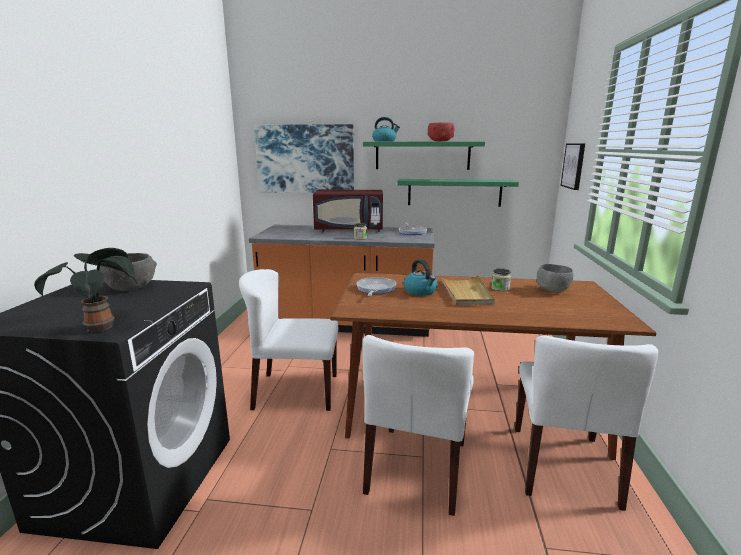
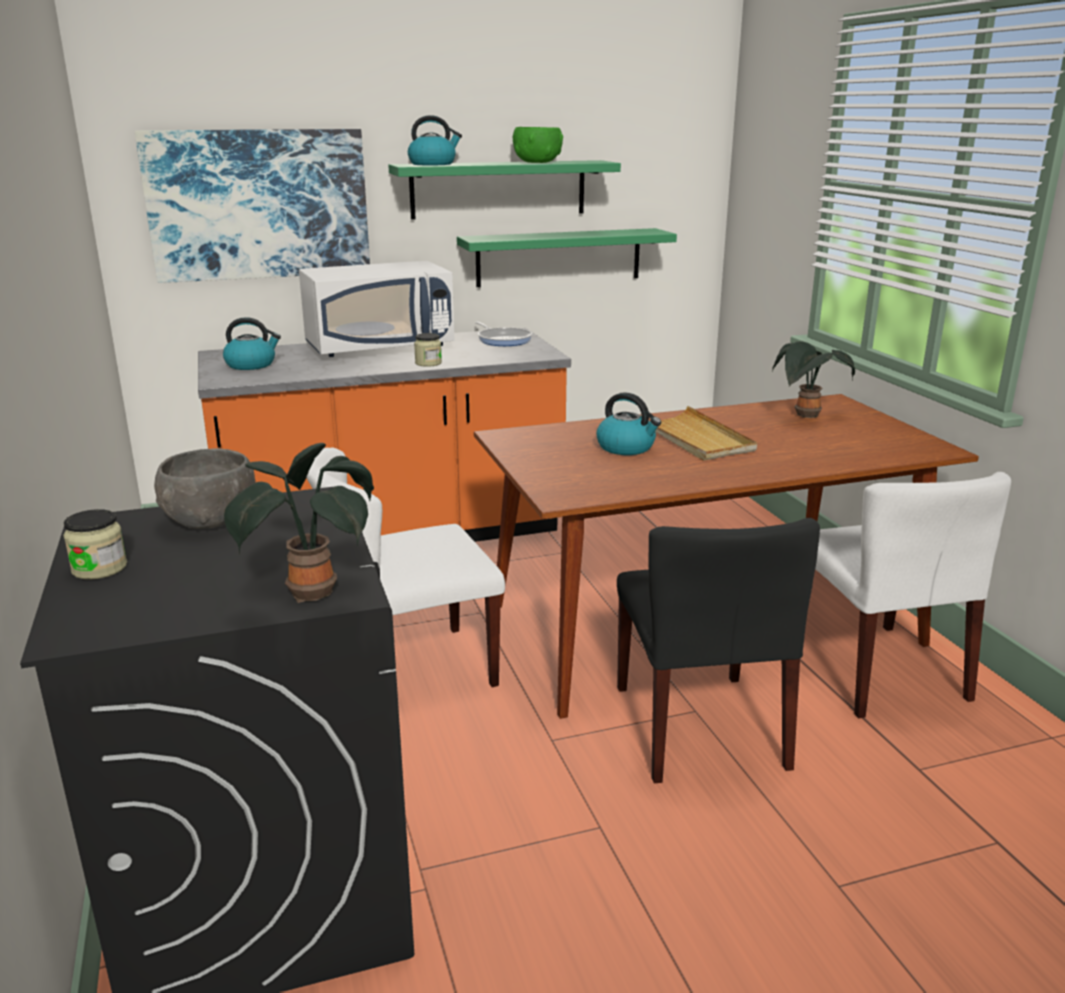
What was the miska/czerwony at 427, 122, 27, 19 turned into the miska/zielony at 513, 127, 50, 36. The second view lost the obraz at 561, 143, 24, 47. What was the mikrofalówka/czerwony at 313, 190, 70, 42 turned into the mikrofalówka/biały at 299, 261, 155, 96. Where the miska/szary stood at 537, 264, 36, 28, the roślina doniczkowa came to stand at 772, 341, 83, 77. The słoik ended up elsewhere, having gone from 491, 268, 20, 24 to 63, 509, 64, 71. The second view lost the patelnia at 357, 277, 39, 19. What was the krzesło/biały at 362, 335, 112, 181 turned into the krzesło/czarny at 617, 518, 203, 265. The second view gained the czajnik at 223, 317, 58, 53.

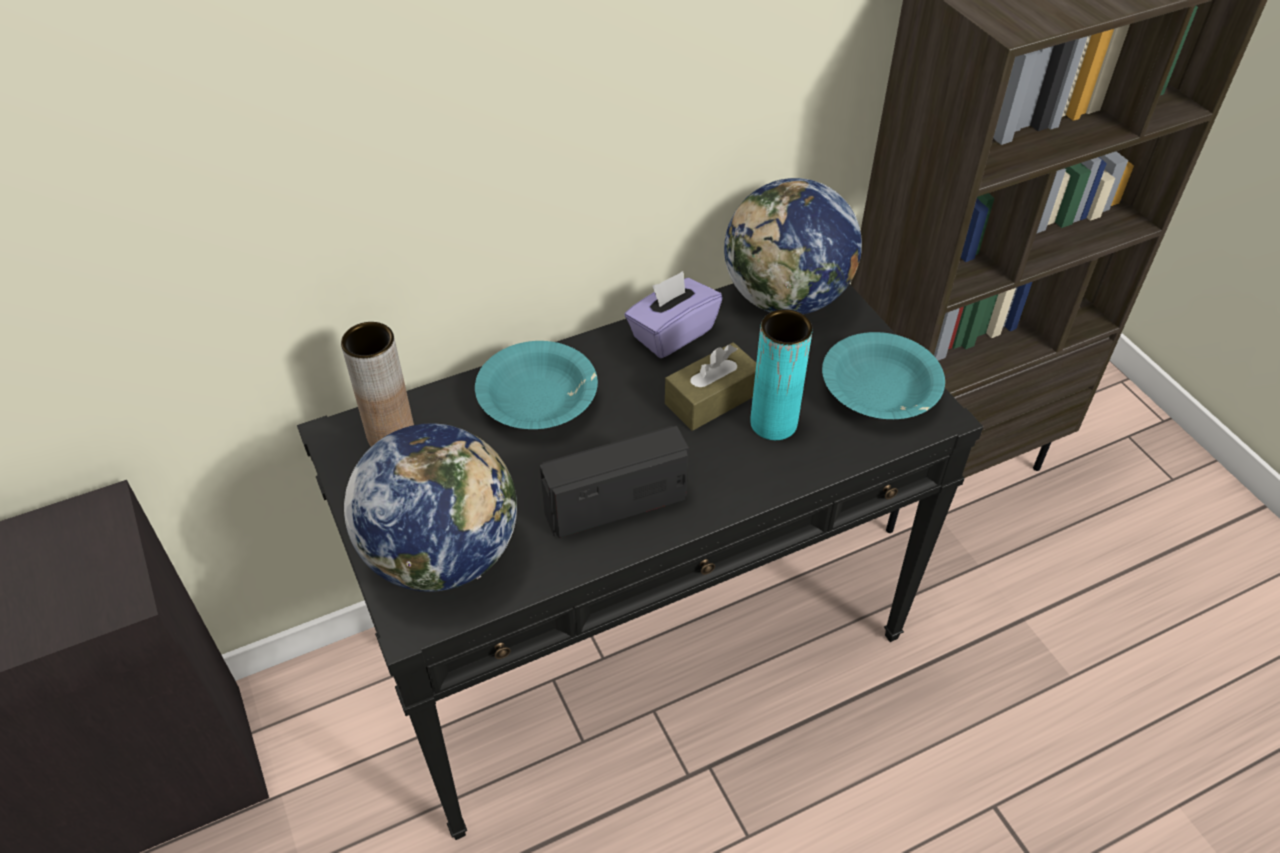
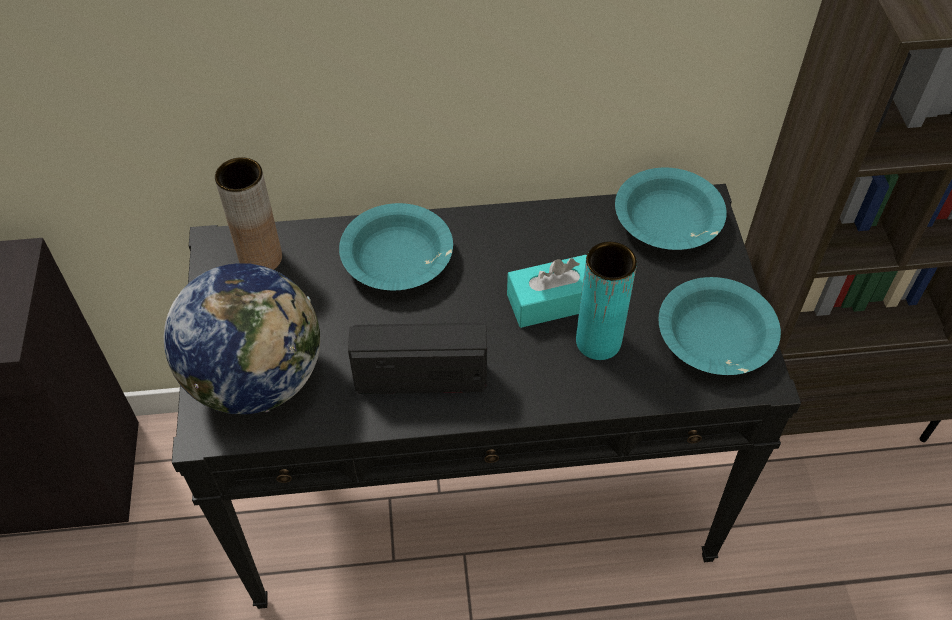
Where the globus stood at 724, 178, 138, 136, the miska/turkusowy came to stand at 615, 168, 112, 82. The second view lost the pudełko chusteczek/fioletowy at 624, 271, 98, 87. What was the pudełko chusteczek/brązowy at 665, 342, 91, 89 turned into the pudełko chusteczek/turkusowy at 507, 255, 80, 73.

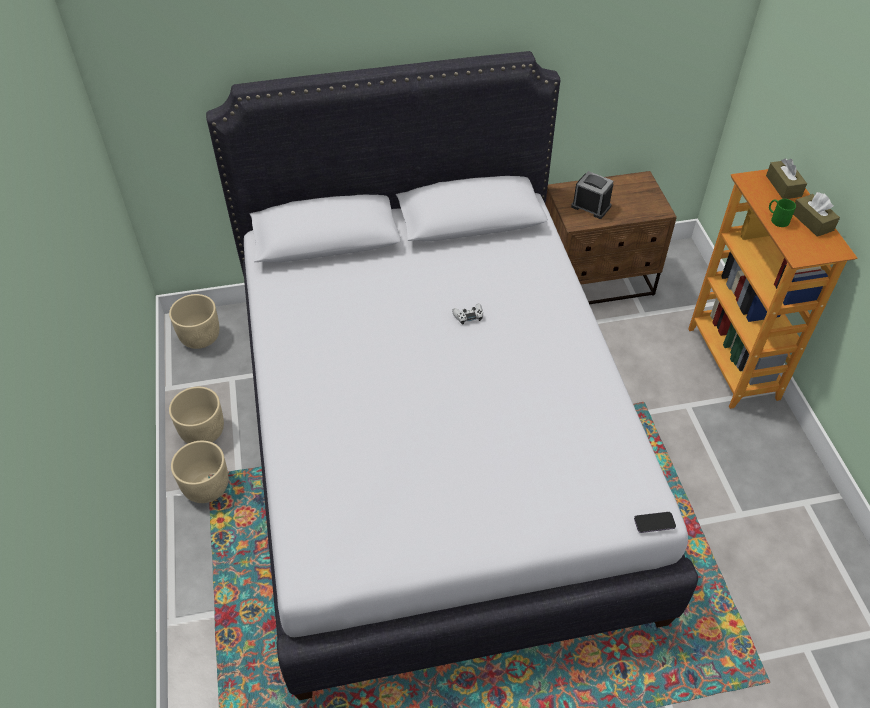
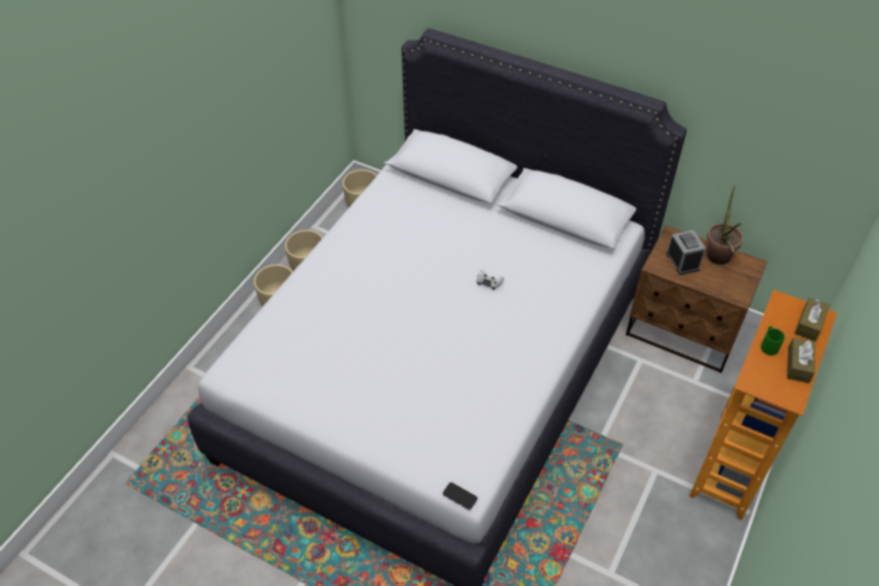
The second view gained the roślina doniczkowa at 707, 185, 36, 80.

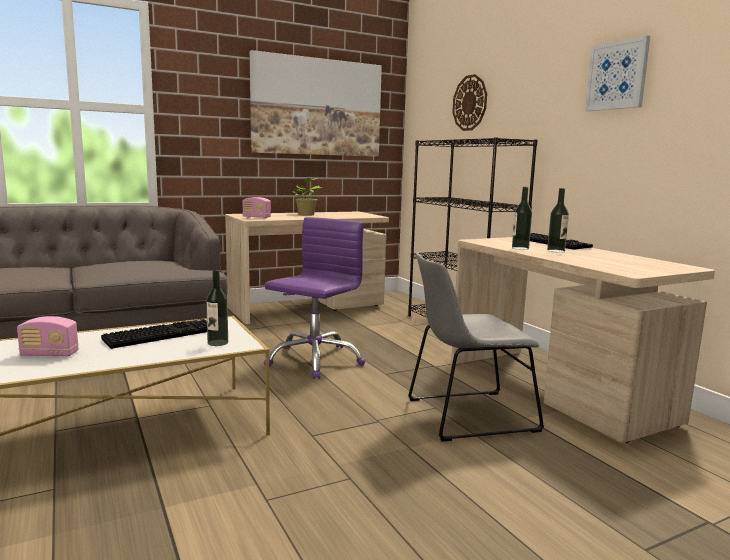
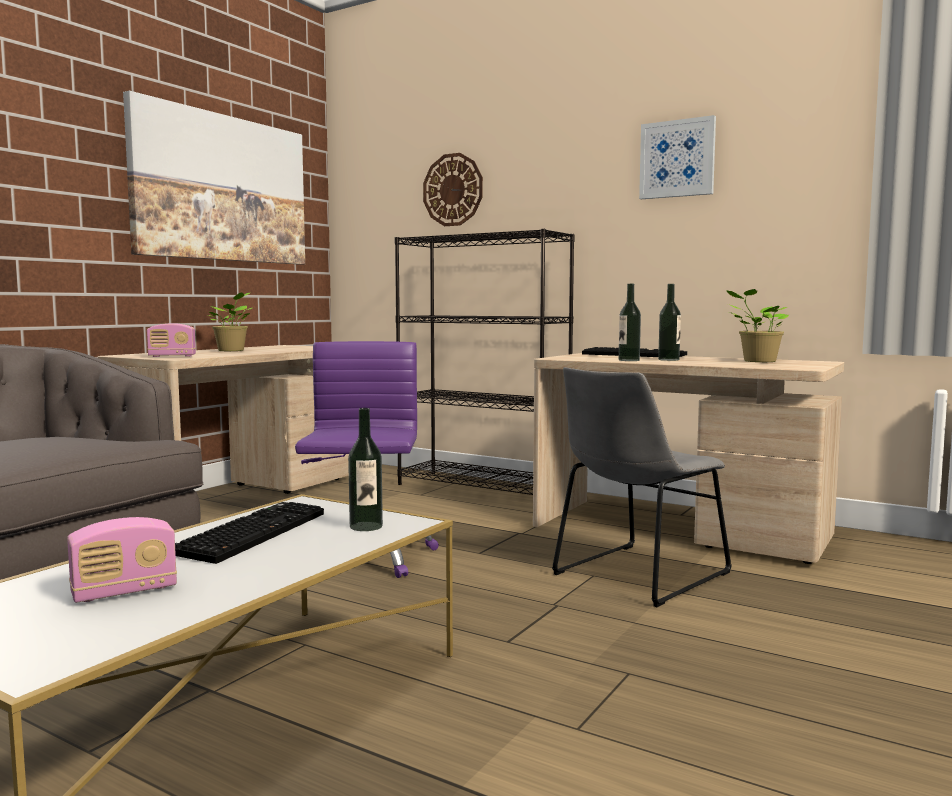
The second view gained the roślina doniczkowa at 726, 289, 63, 73.

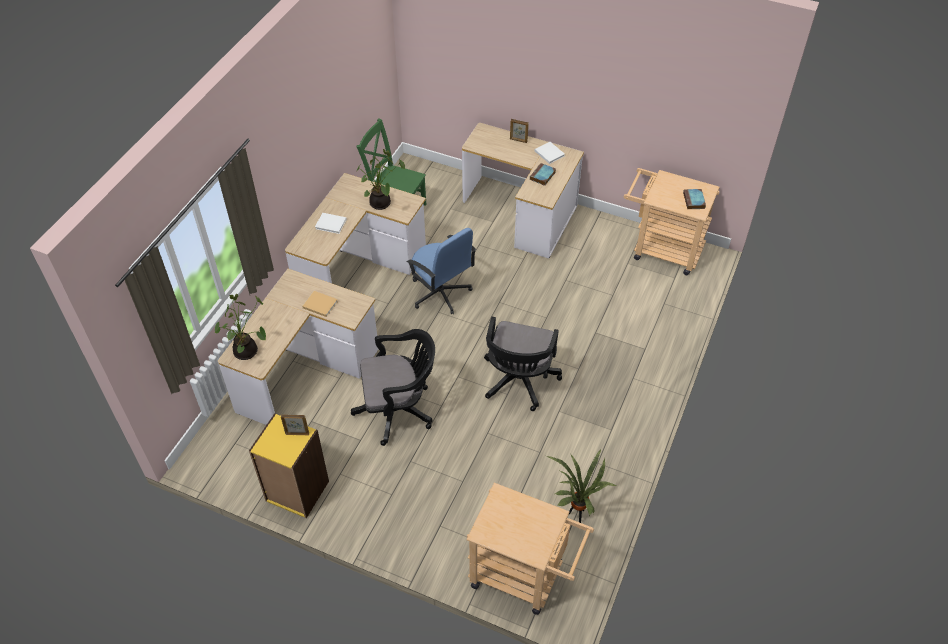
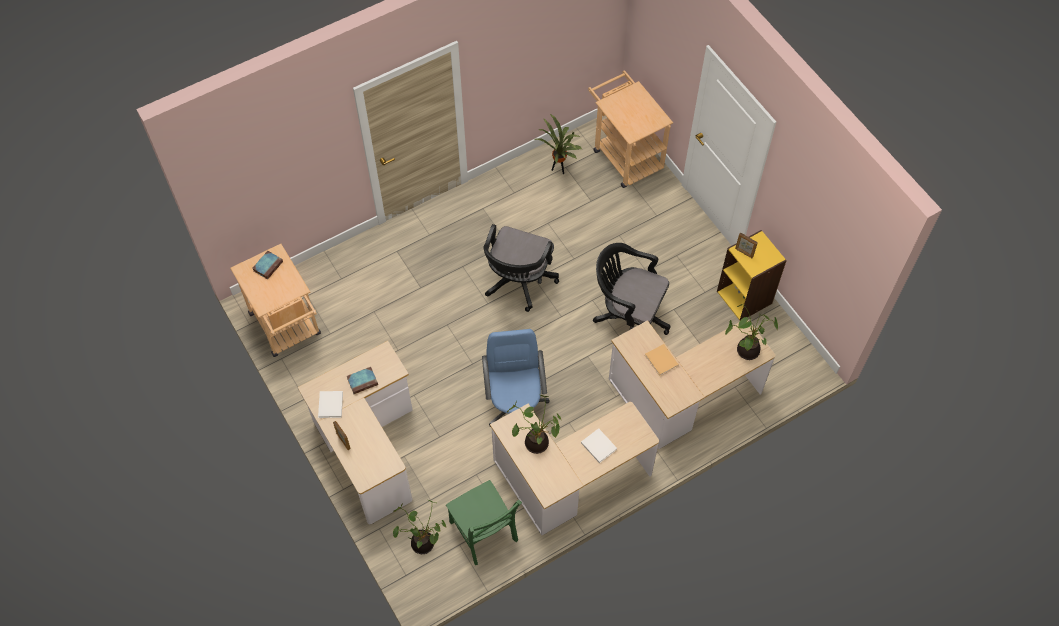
The krzesło biurowe/czarny at 484, 317, 78, 94 ended up facing another way, 150 degrees clockwise from before. The second view gained the roślina doniczkowa at 393, 500, 53, 54.

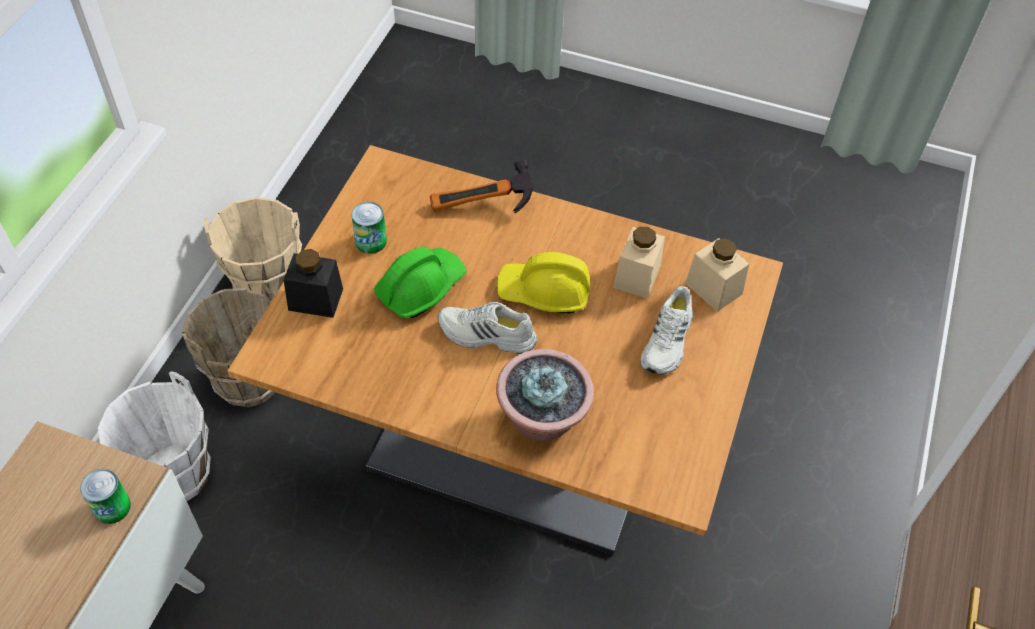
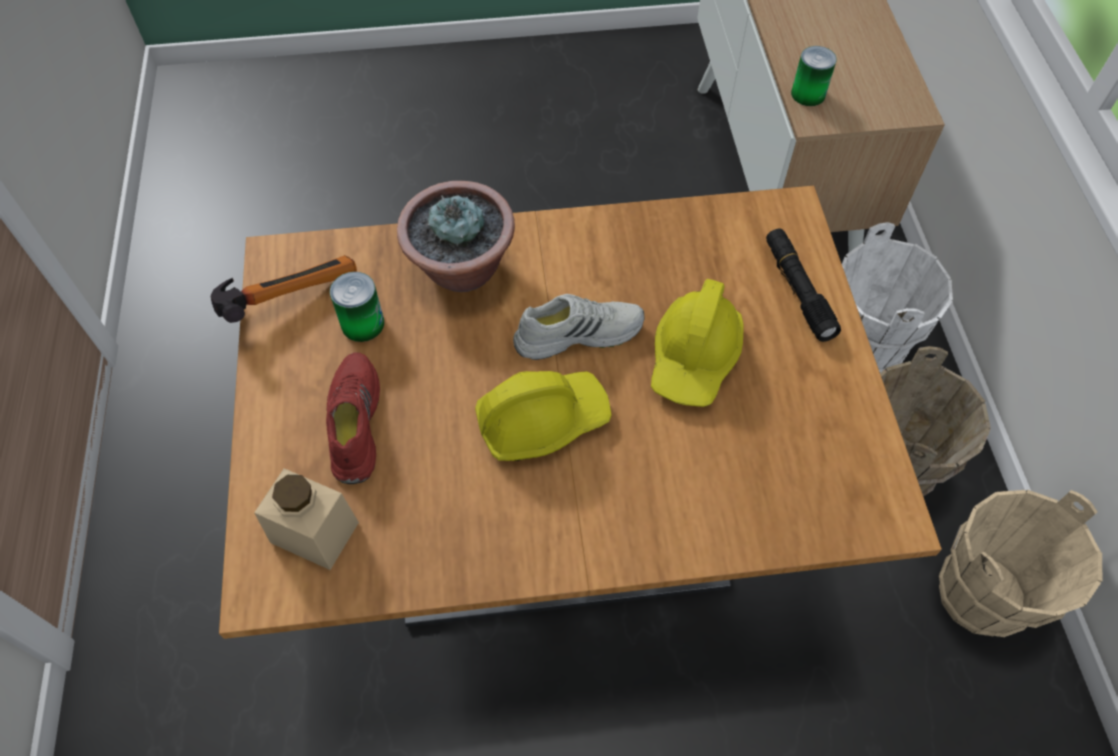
The młotek ended up elsewhere, having gone from 430, 160, 103, 53 to 211, 255, 146, 68. The puszka ended up elsewhere, having gone from 351, 202, 36, 52 to 330, 272, 54, 70. The second view lost the słoik/beżowy at 613, 227, 52, 72. What was the kask/zielony at 374, 247, 92, 71 turned into the kask/żółty at 651, 279, 93, 128. Where the słoik/czarny stood at 284, 249, 59, 69, the latarka/czarny came to stand at 766, 228, 75, 114. What was the but/biały at 641, 286, 52, 89 turned into the but/czerwony at 326, 352, 54, 132.

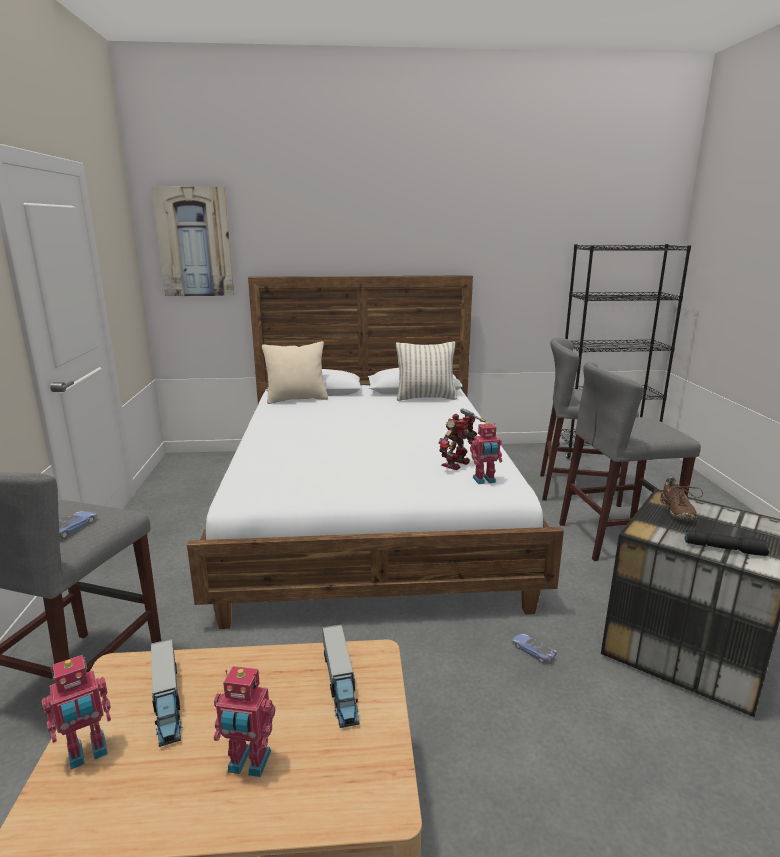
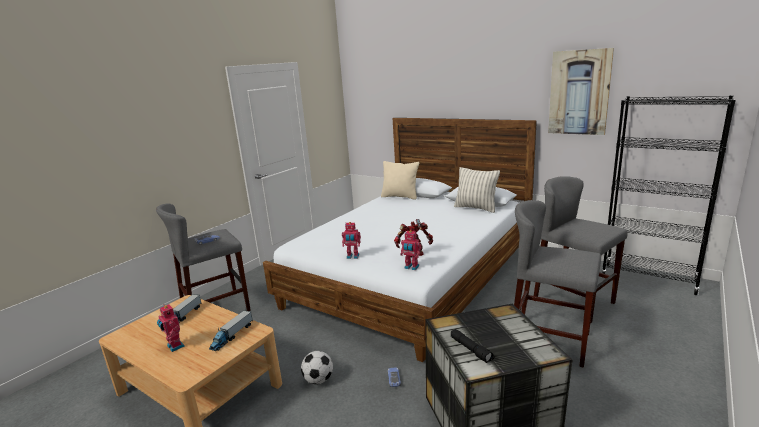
The obraz ended up elsewhere, having gone from 151, 186, 84, 110 to 548, 48, 66, 87. The second view lost the but/brązowy at 656, 477, 47, 44. The robot zabawkowy ended up elsewhere, having gone from 42, 655, 69, 114 to 342, 222, 19, 37. The second view gained the piłka futbolowa at 301, 351, 32, 33.

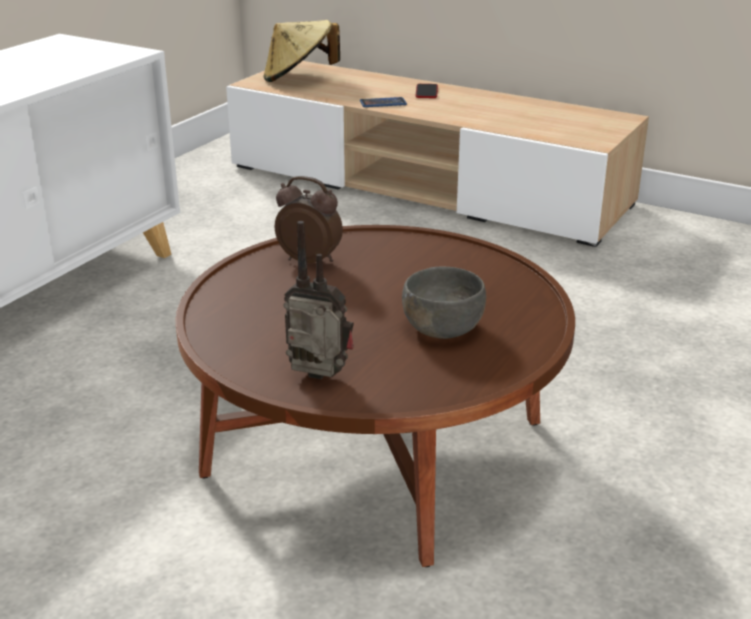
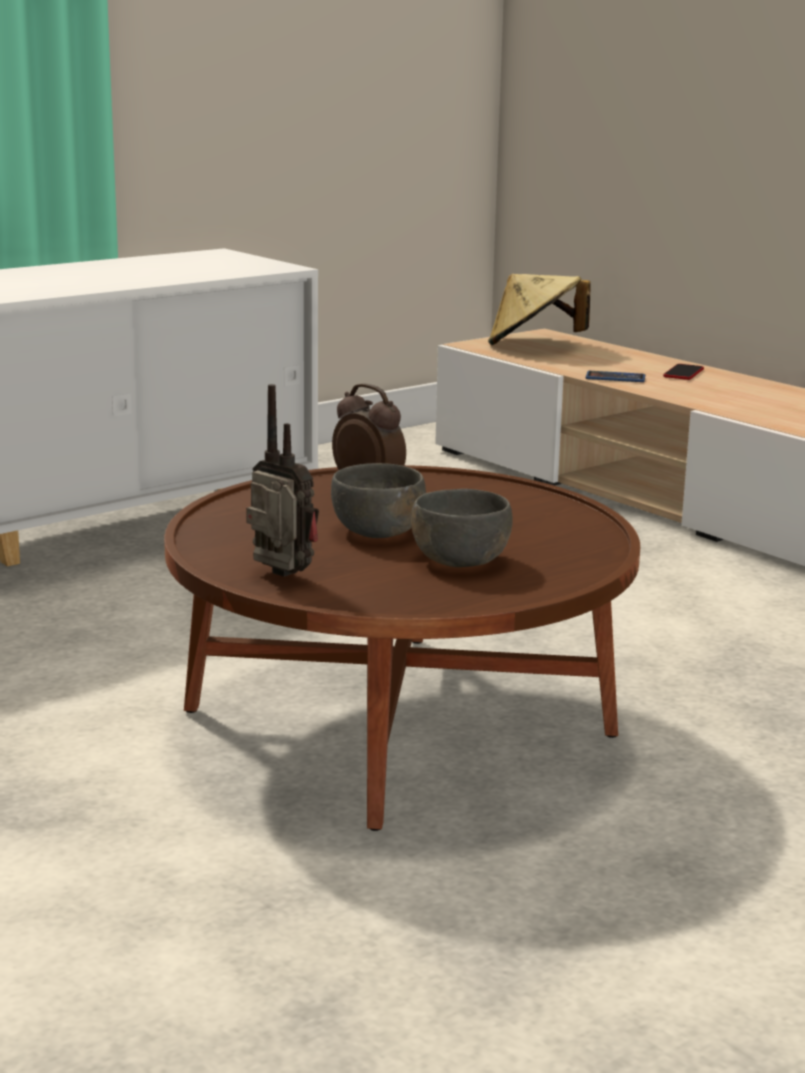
The second view gained the miska/szary at 331, 463, 95, 75.

